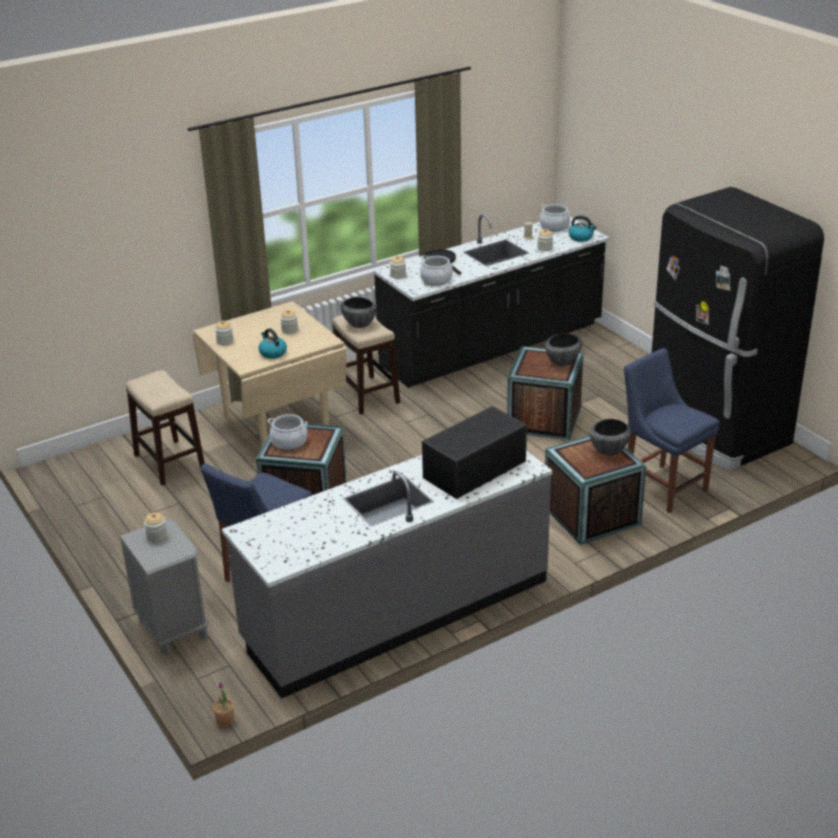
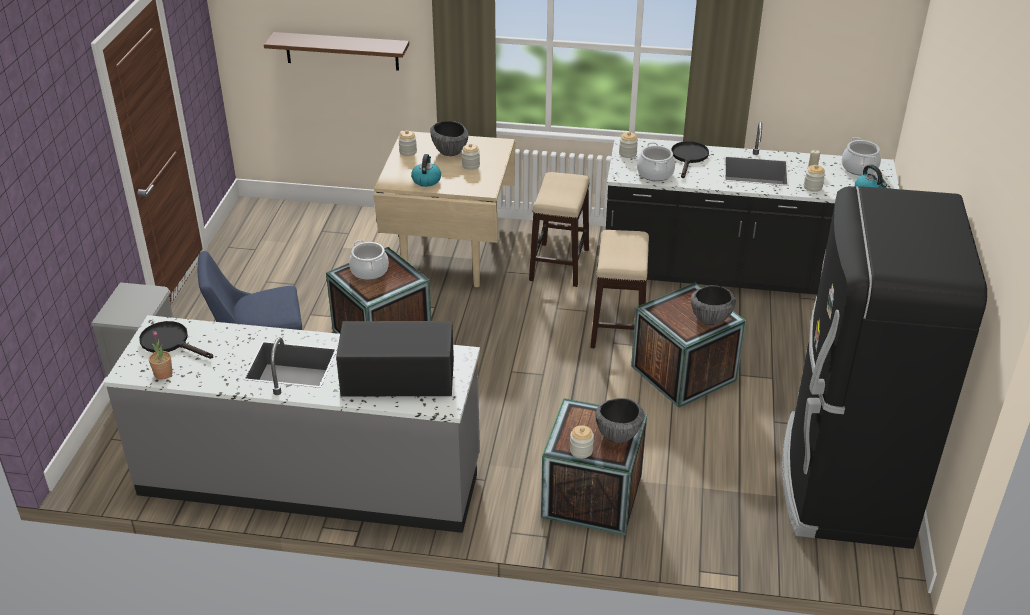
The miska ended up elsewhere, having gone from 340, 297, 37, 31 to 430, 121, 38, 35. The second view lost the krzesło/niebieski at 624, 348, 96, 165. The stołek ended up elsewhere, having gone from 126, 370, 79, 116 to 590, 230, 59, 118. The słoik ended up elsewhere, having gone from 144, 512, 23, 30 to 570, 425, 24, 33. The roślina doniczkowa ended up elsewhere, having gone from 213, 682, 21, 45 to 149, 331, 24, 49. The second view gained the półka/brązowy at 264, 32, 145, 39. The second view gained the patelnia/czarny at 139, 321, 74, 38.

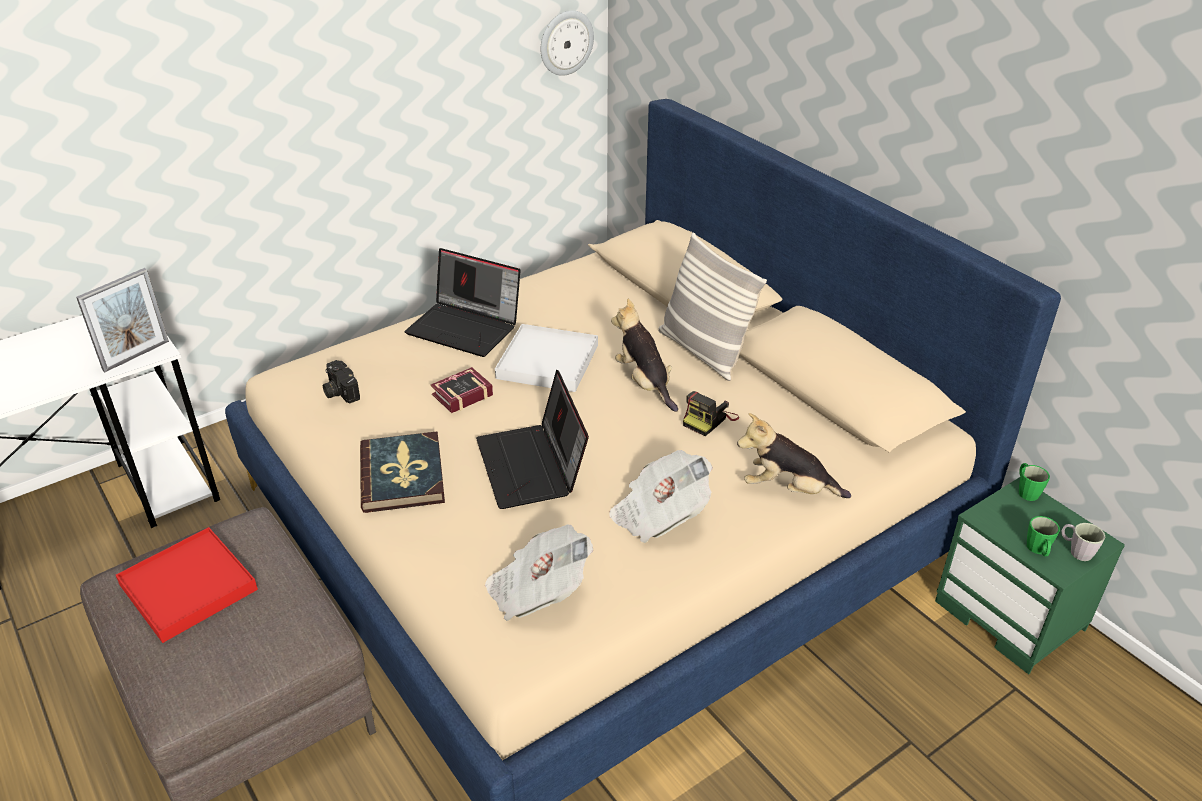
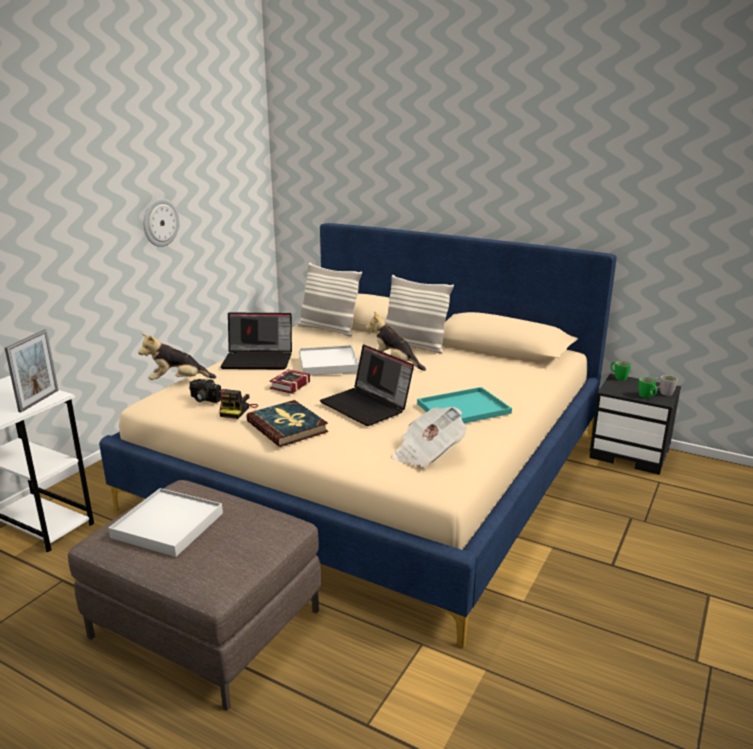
The zegar ścienny ended up elsewhere, having gone from 541, 10, 53, 66 to 143, 198, 36, 49. The aparat fotograficzny ended up elsewhere, having gone from 683, 391, 56, 45 to 219, 389, 39, 30. The pluszak ended up elsewhere, having gone from 737, 413, 114, 85 to 138, 334, 78, 46. Where the gazeta stood at 609, 450, 104, 93, the taca/turkusowy came to stand at 417, 387, 95, 36. What was the szafka nocna/zielony at 935, 477, 190, 198 turned into the szafka nocna/czarny at 589, 373, 92, 102. What was the taca/czerwony at 116, 527, 142, 116 turned into the taca/biały at 109, 488, 114, 69. The second view gained the poduszka at 297, 262, 65, 75.

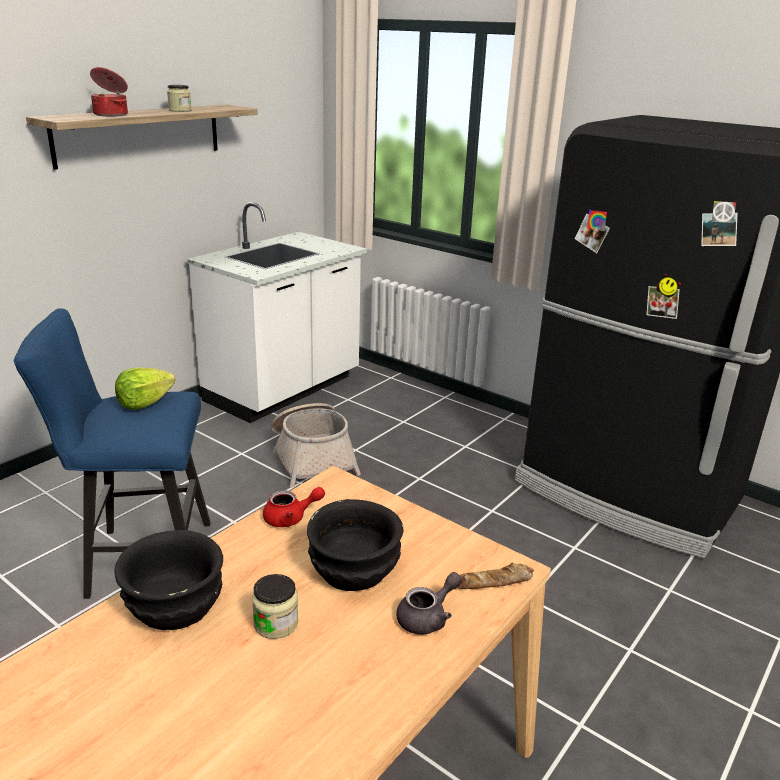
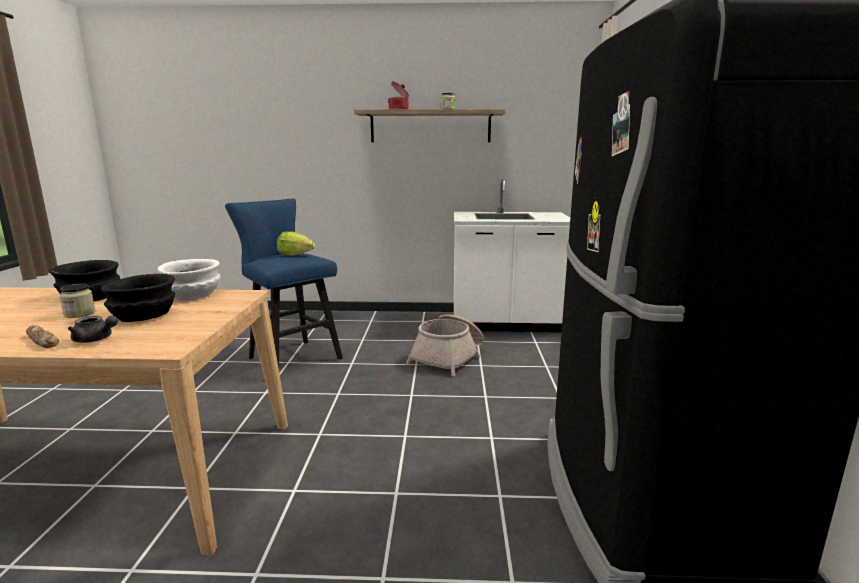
Where the imbryk/czerwony stood at 263, 487, 62, 40, the miska/biały came to stand at 158, 259, 63, 42. The chleb ended up elsewhere, having gone from 457, 562, 77, 27 to 26, 325, 33, 23.

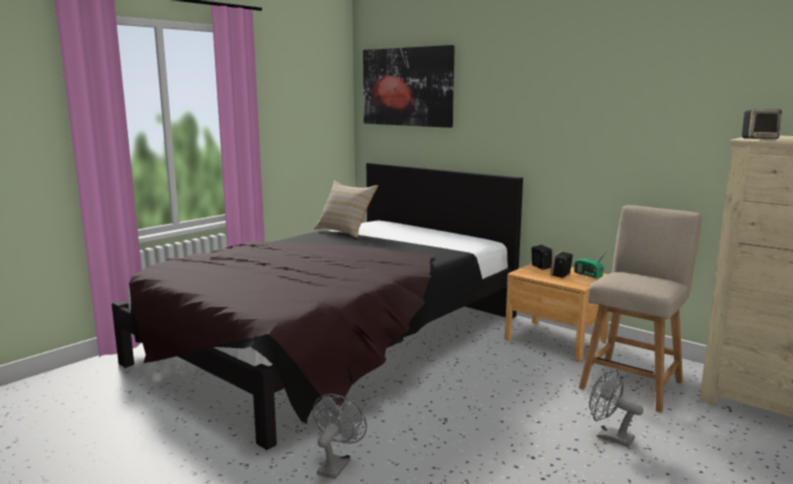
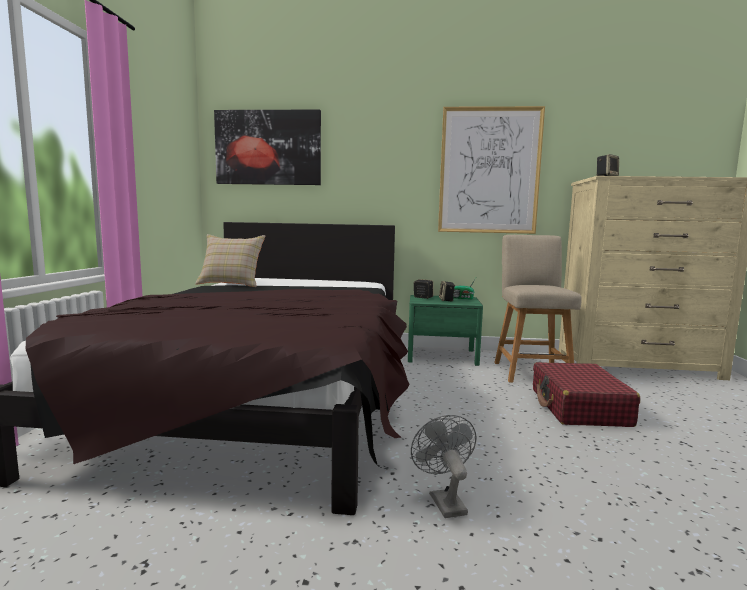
What was the szafka nocna/brązowy at 505, 263, 104, 98 turned into the szafka nocna/zielony at 408, 295, 75, 71. Where the wentylator/szary stood at 589, 370, 54, 77, the walizka/czerwony came to stand at 533, 362, 107, 65. The second view gained the obraz at 438, 106, 107, 128.

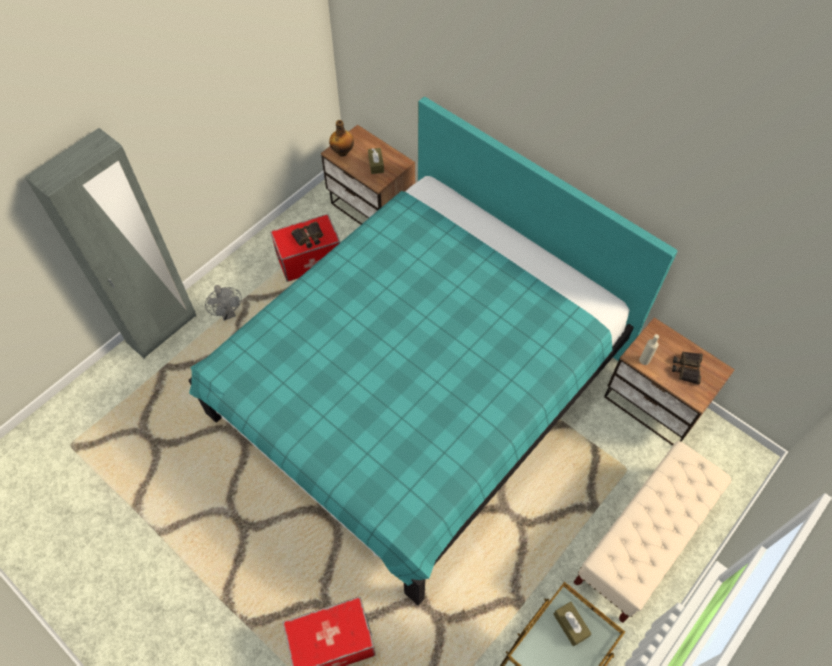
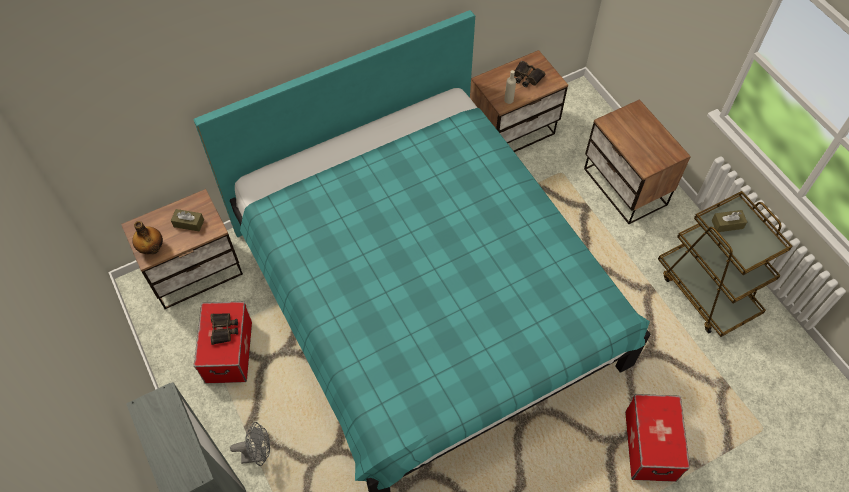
Where the ławka/beżowy stood at 573, 441, 158, 182, the szafka nocna came to stand at 584, 99, 107, 125.

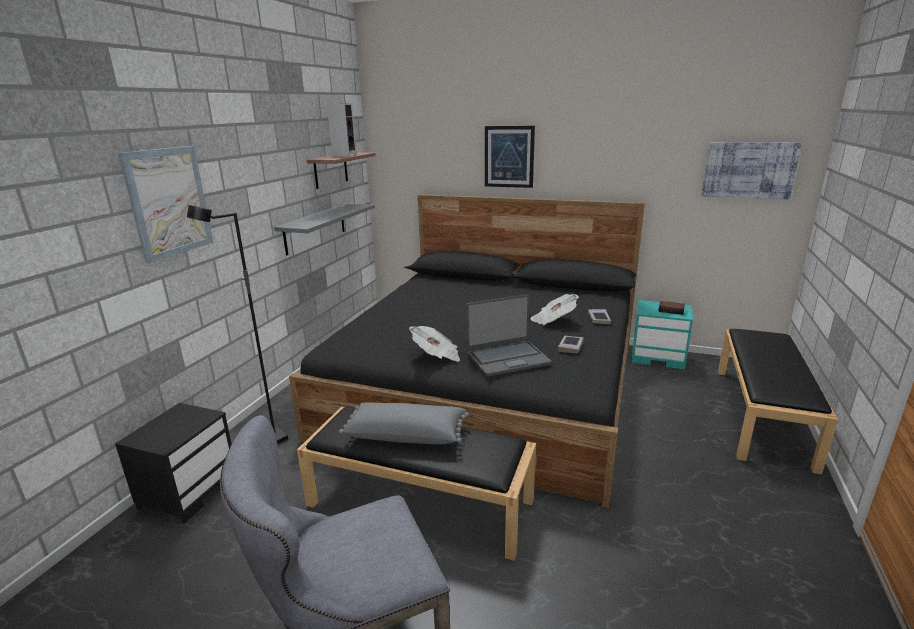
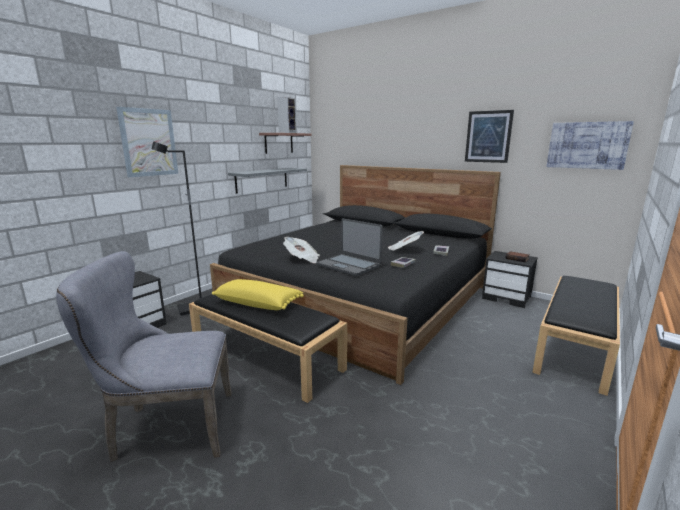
The obraz ended up elsewhere, having gone from 485, 126, 50, 62 to 465, 110, 49, 53. The laptop at 466, 294, 86, 83 ended up facing another way, 45 degrees clockwise from before. What was the szafka nocna/turkusowy at 632, 300, 61, 69 turned into the szafka nocna/czarny at 482, 251, 56, 57. What was the poduszka/szary at 339, 402, 130, 42 turned into the poduszka/żółty at 212, 279, 92, 31.

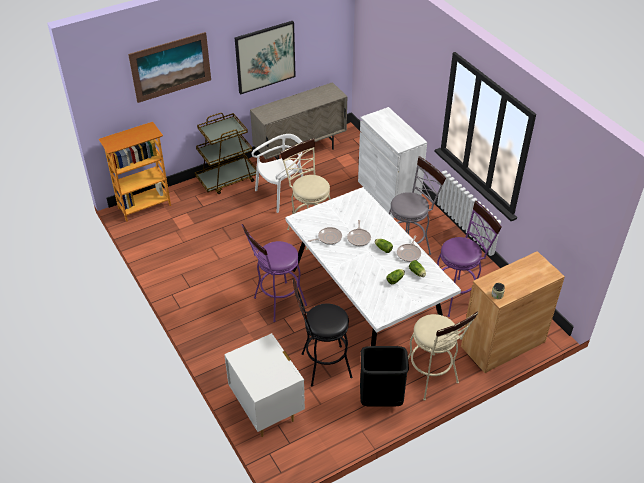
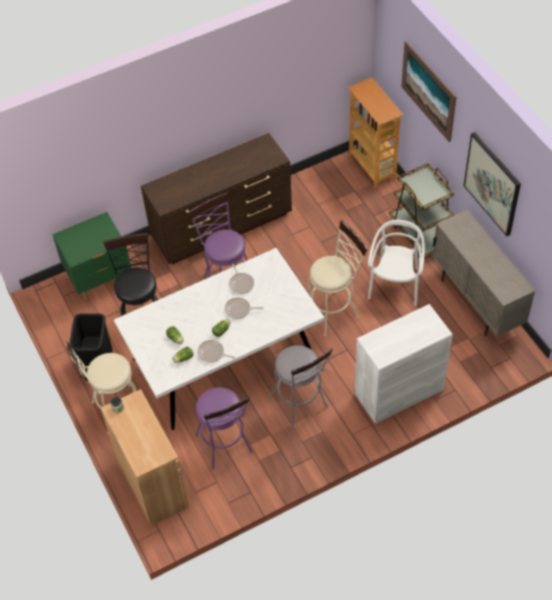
The krzesło/biały at 252, 134, 51, 79 ended up facing another way, 135 degrees counterclockwise from before. What was the szafka nocna/biały at 224, 333, 81, 104 turned into the szafka nocna/zielony at 52, 212, 79, 87. The second view gained the komoda/brązowy at 141, 133, 151, 131.

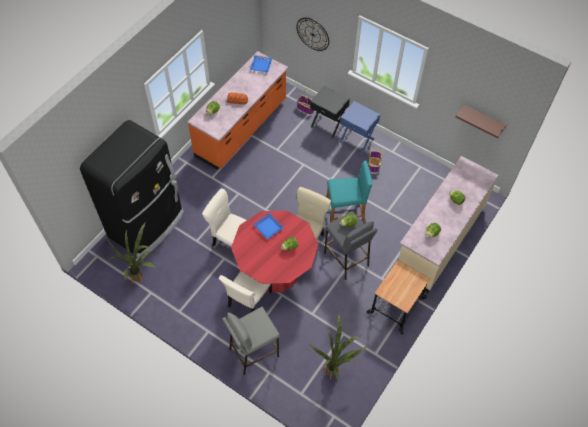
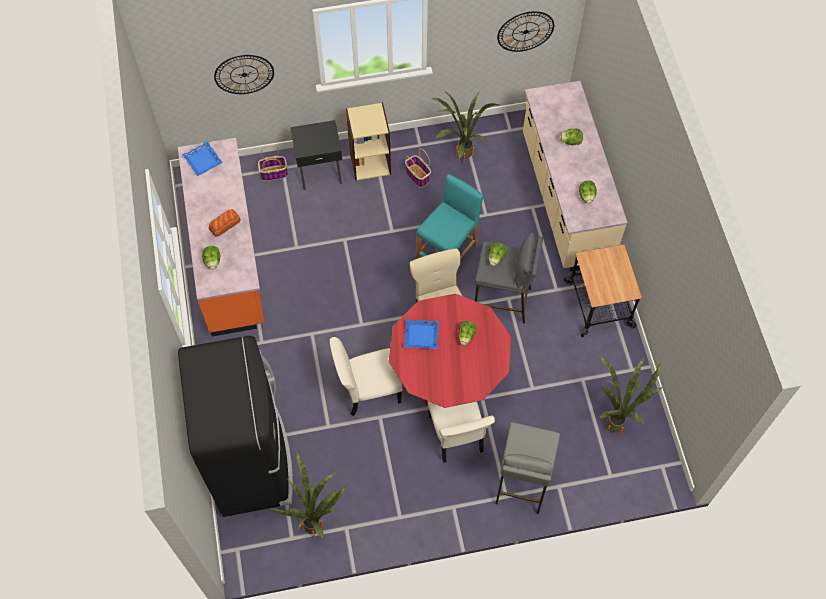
Where the szafka nocna/niebieski stood at 340, 101, 40, 53, the regał/beżowy came to stand at 346, 103, 45, 78. Where the półka/brązowy hung at 456, 104, 50, 34, the zegar ścienny came to hang at 497, 11, 57, 41. The second view gained the roślina doniczkowa at 432, 91, 67, 73.

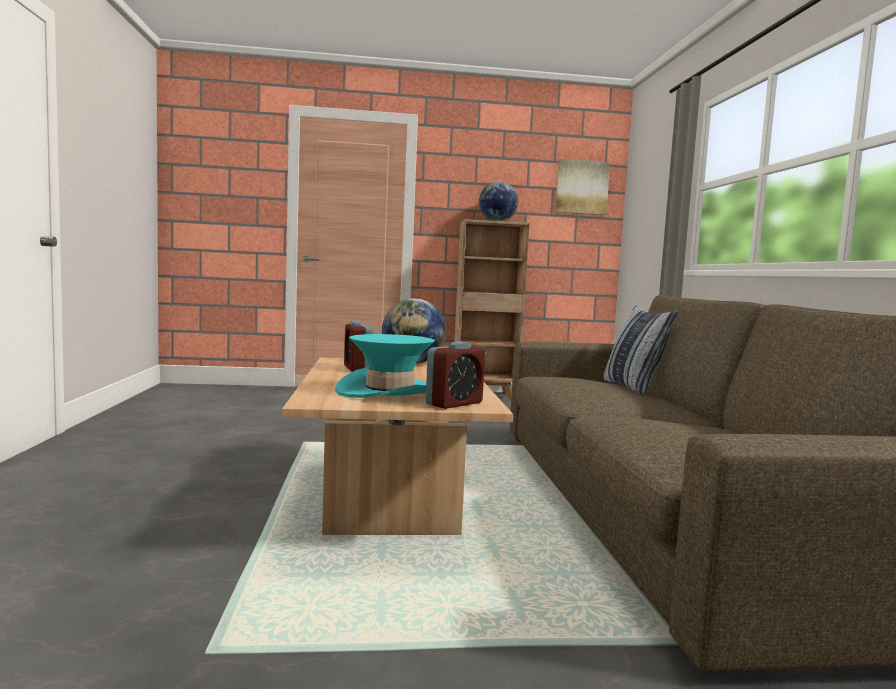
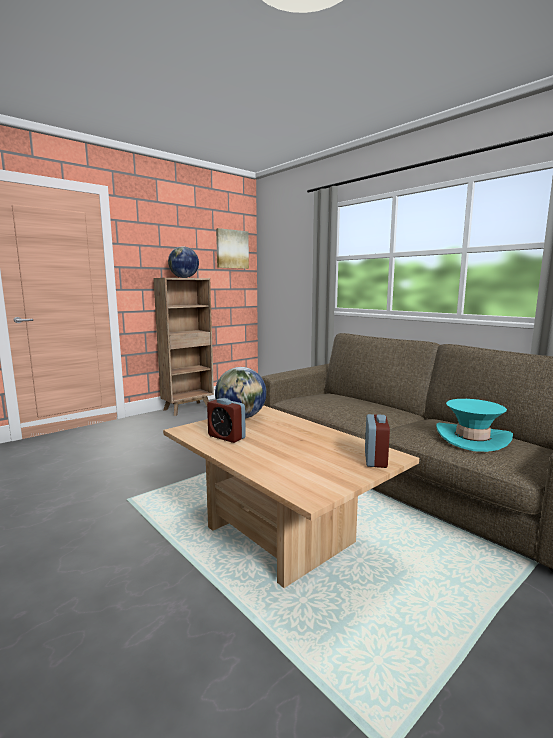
The second view lost the poduszka at 603, 306, 76, 89. The kapelusz/turkusowy ended up elsewhere, having gone from 335, 334, 100, 64 to 436, 399, 77, 53.

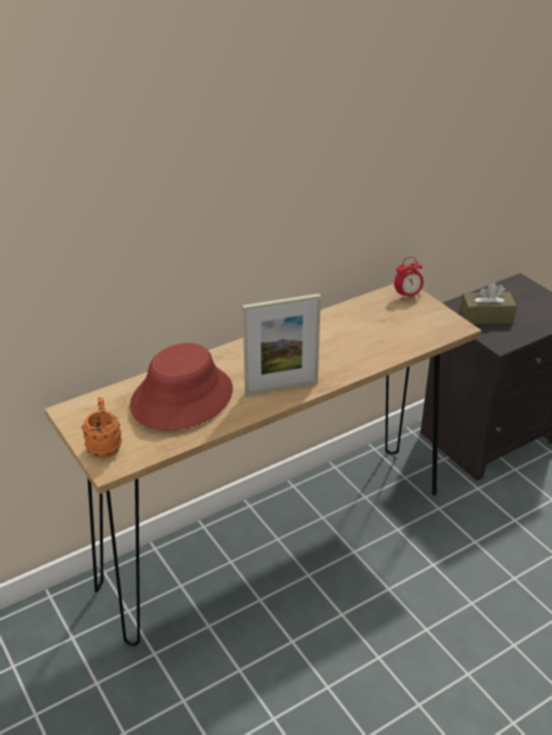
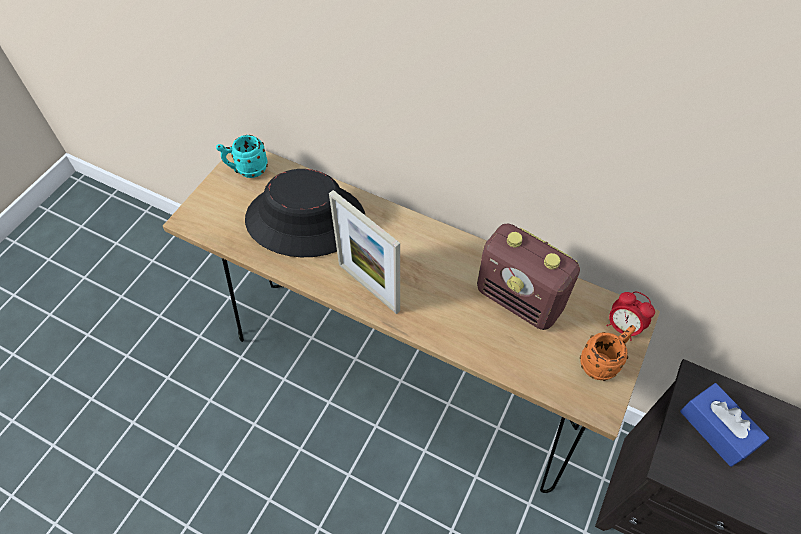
What was the pudełko chusteczek/brązowy at 460, 282, 57, 42 turned into the pudełko chusteczek/niebieski at 680, 383, 89, 84. What was the kapelusz/czerwony at 130, 343, 103, 87 turned into the kapelusz/czarny at 245, 169, 120, 88. The kubek/pomarańczowy ended up elsewhere, having gone from 82, 397, 40, 61 to 580, 325, 56, 56. The second view gained the kubek/turkusowy at 216, 135, 52, 43. The second view gained the radio at 477, 224, 103, 106.

